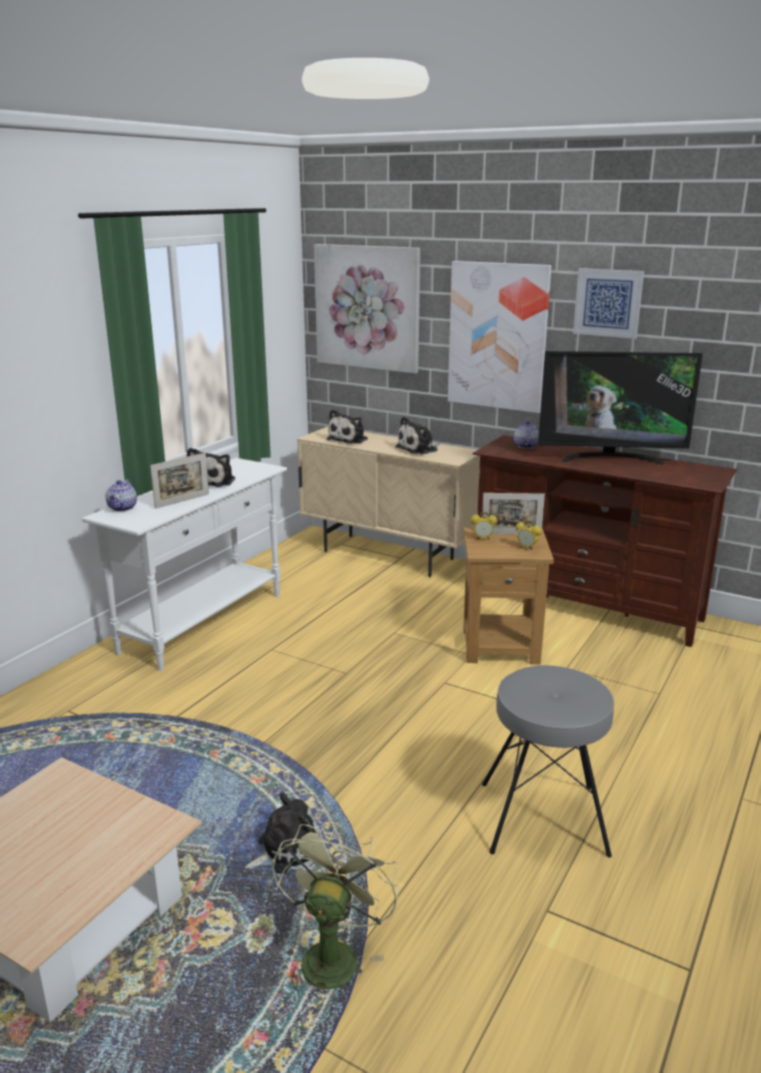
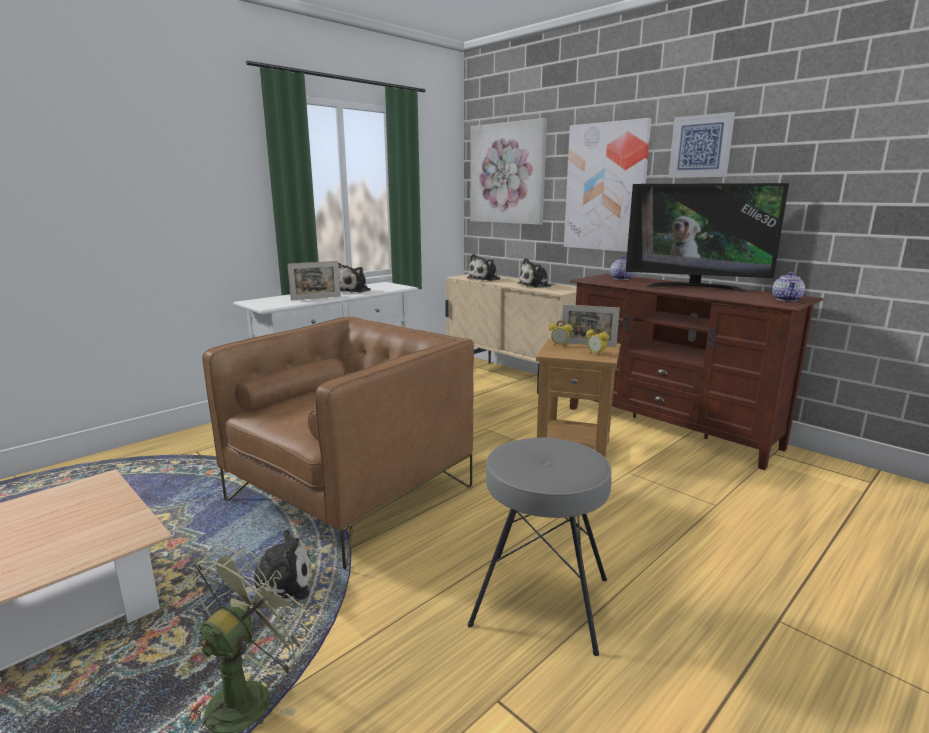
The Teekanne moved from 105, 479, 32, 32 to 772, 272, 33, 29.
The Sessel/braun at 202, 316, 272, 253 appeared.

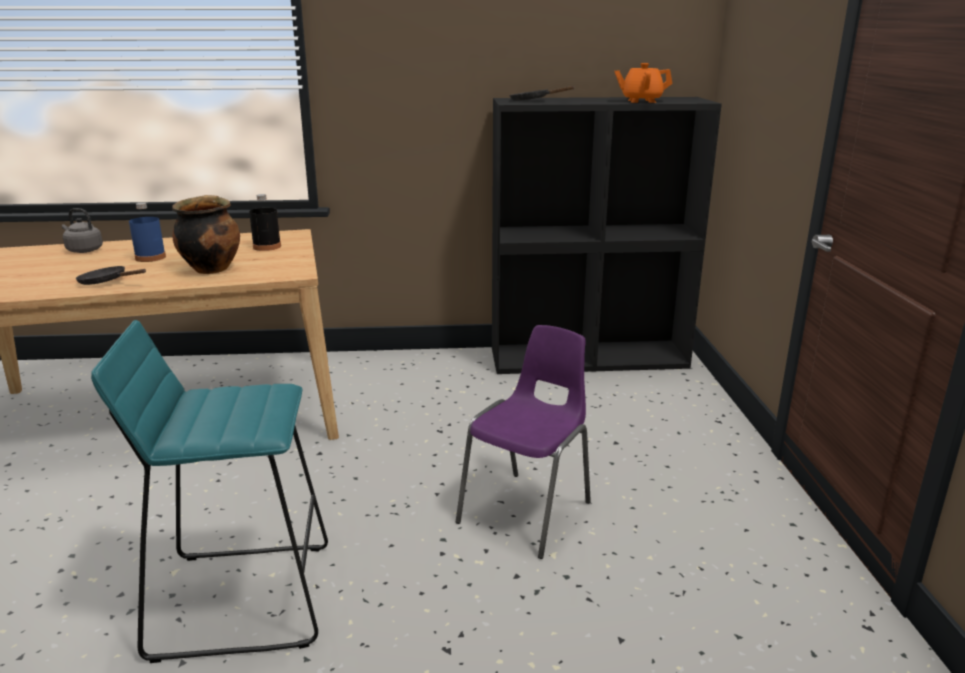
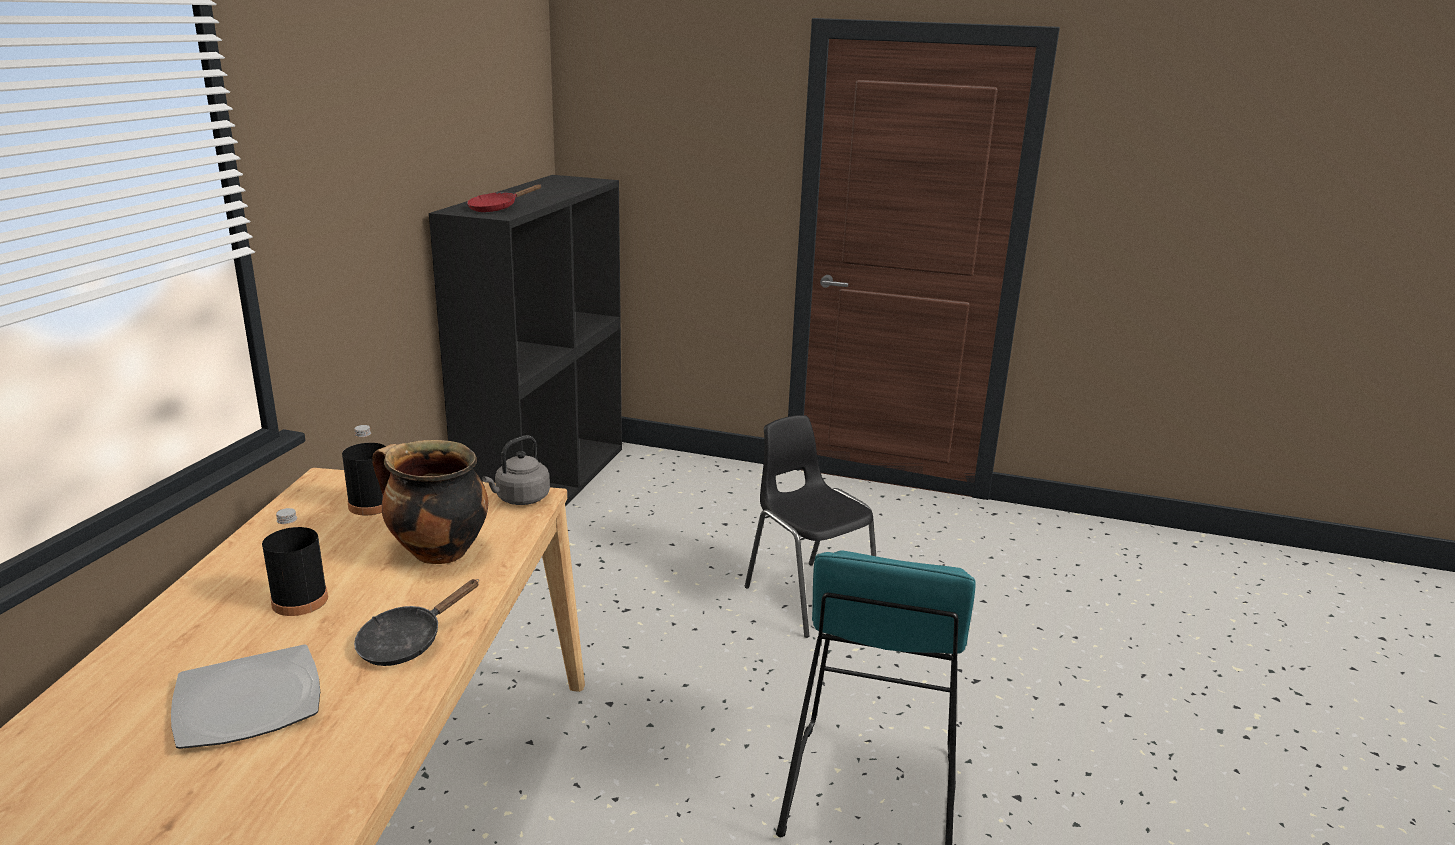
The Wasserkessel/grau moved from 62, 208, 41, 45 to 482, 435, 68, 70.
The Flasche/blau at 129, 202, 37, 60 became the Flasche/schwarz at 262, 508, 66, 108.
The Stuhl/lila at 456, 325, 135, 234 became the Stuhl/schwarz at 745, 415, 131, 223.
The Pfanne/schwarz at 509, 86, 65, 15 became the Pfanne/rot at 467, 184, 75, 28.
The Teekanne/orange at 614, 63, 58, 40 disappeared.
The Teller at 171, 644, 149, 105 appeared.

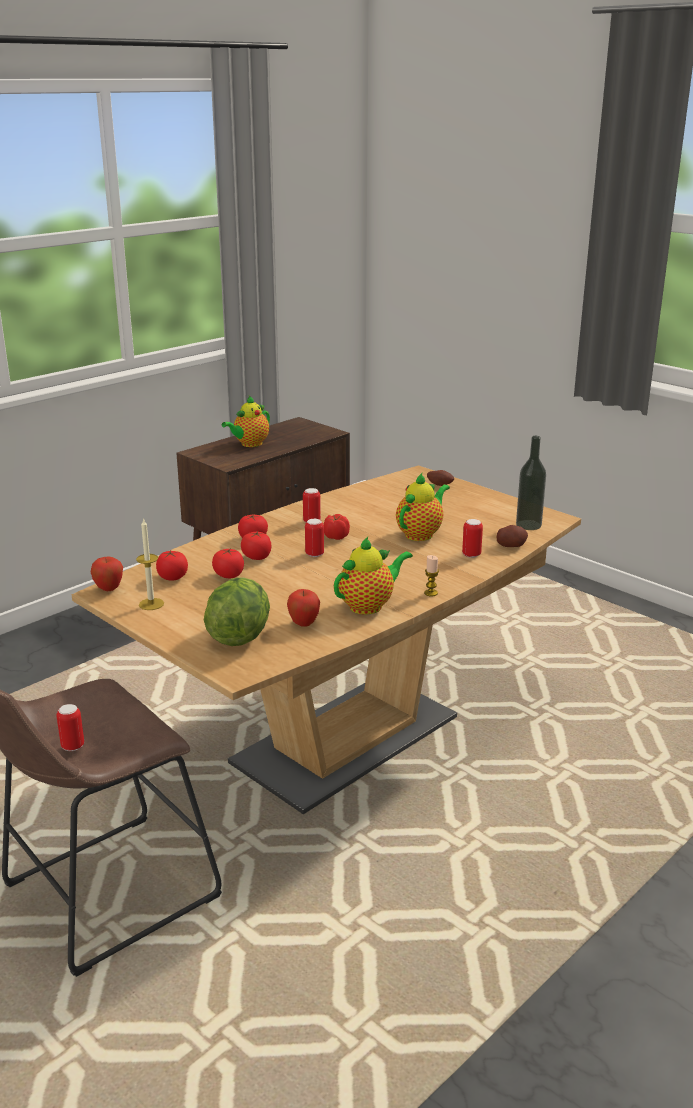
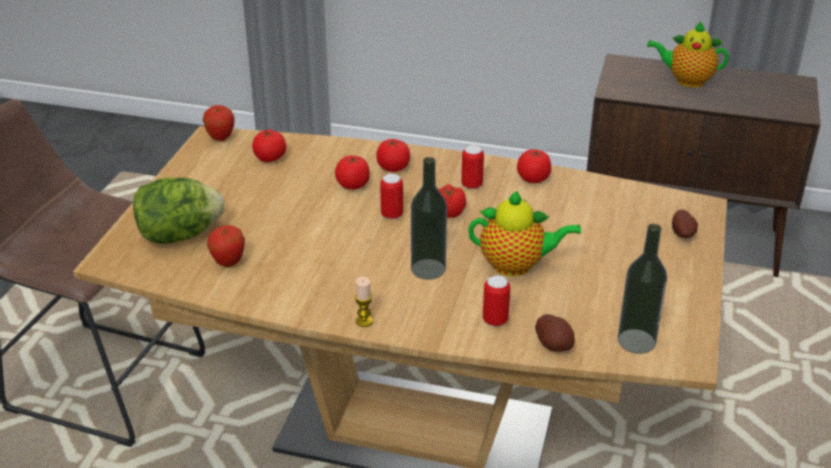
The Dose at 57, 704, 27, 47 disappeared.
The Kerze at 136, 518, 28, 92 disappeared.
The Tomate moved from 212, 548, 32, 30 to 517, 149, 34, 34.
The Teekanne at 334, 537, 79, 78 disappeared.
The Flasche at 411, 157, 36, 123 appeared.

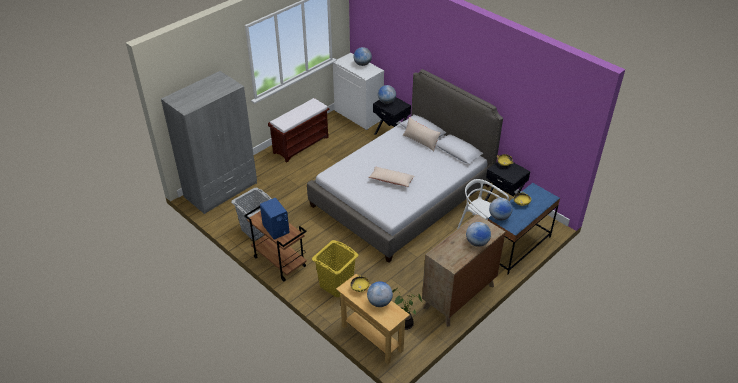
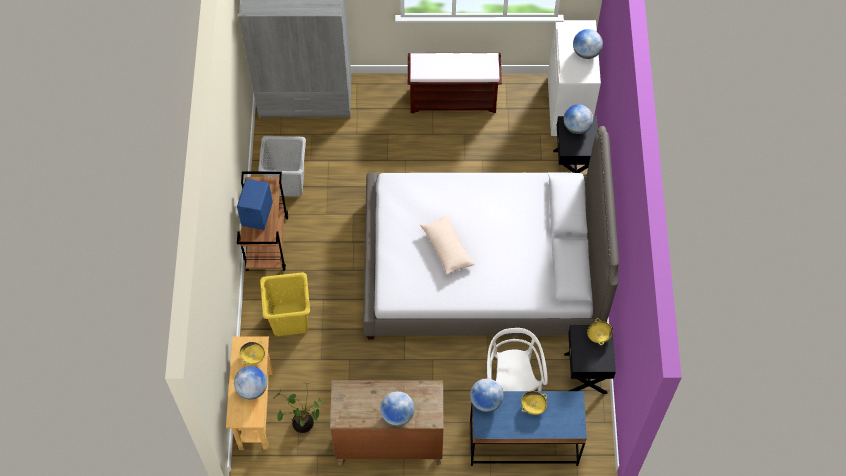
The Kissen/beige at 403, 117, 38, 34 disappeared.

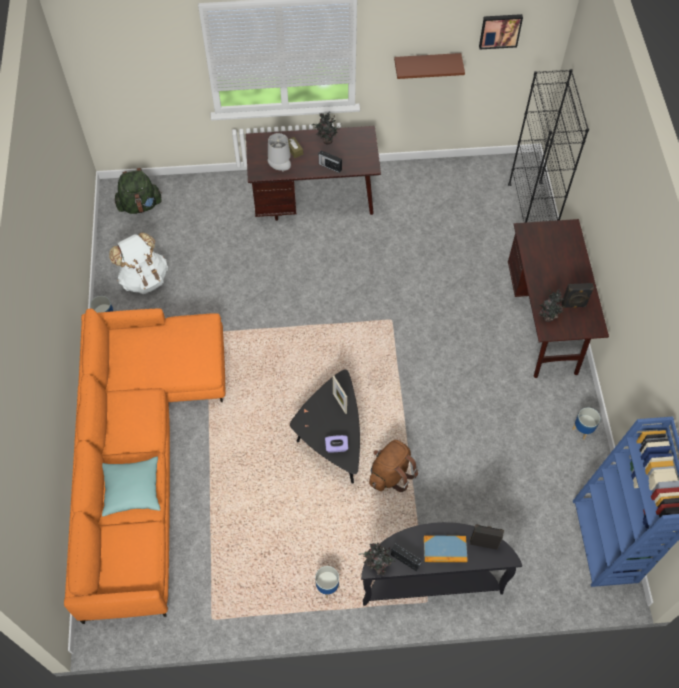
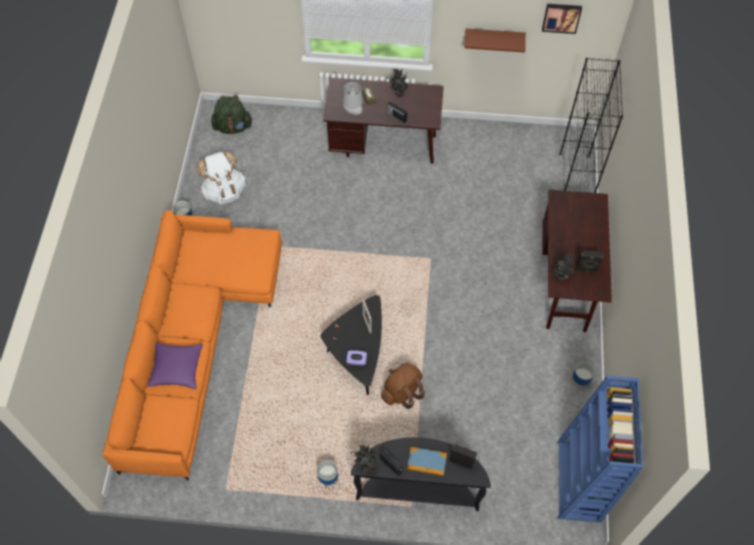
The Kissen/türkis at 102, 457, 58, 60 became the Kissen/lila at 147, 342, 56, 48.

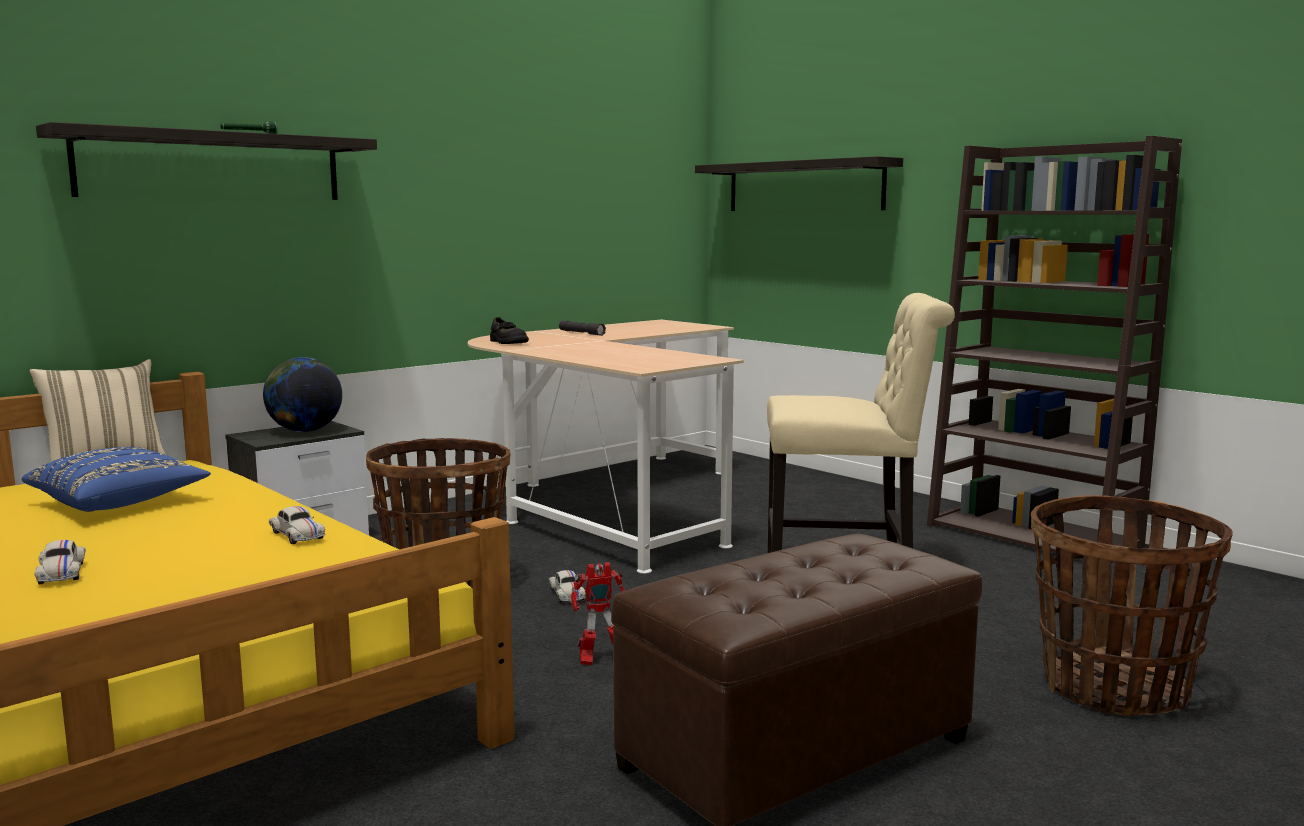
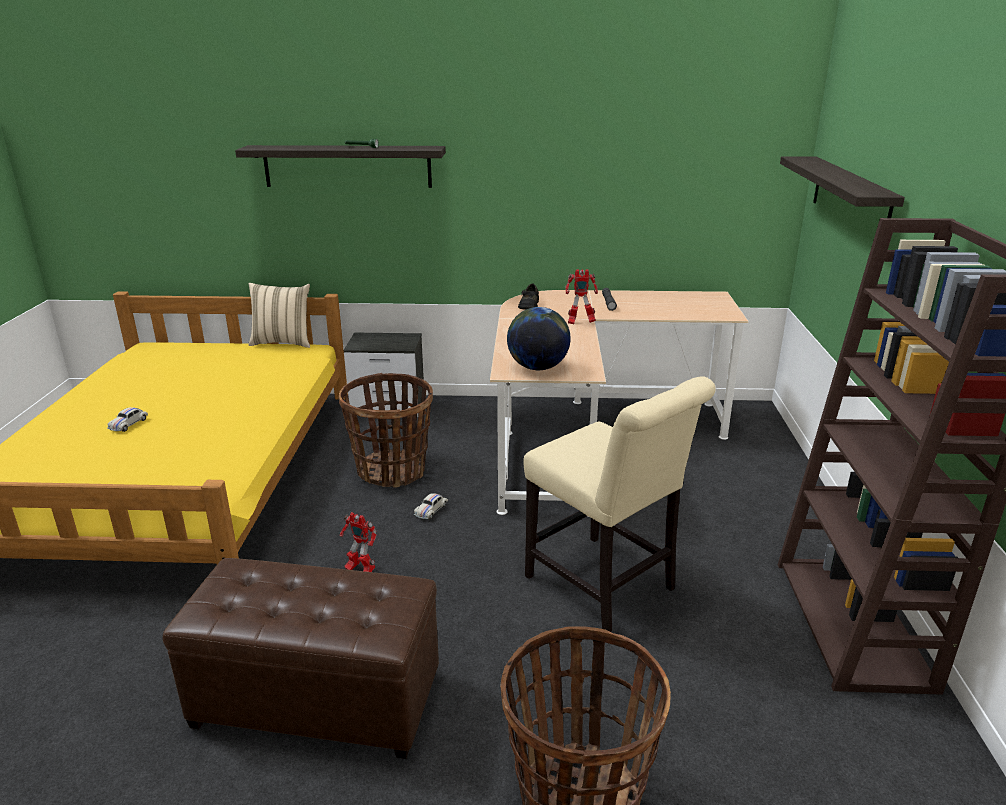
The Kissen/blau at 21, 447, 190, 65 disappeared.
The Globus moved from 263, 357, 79, 75 to 507, 307, 63, 63.
The Spielzeugauto/weiß at 269, 506, 57, 38 disappeared.
The Spielzeugroboter at 565, 269, 33, 55 appeared.

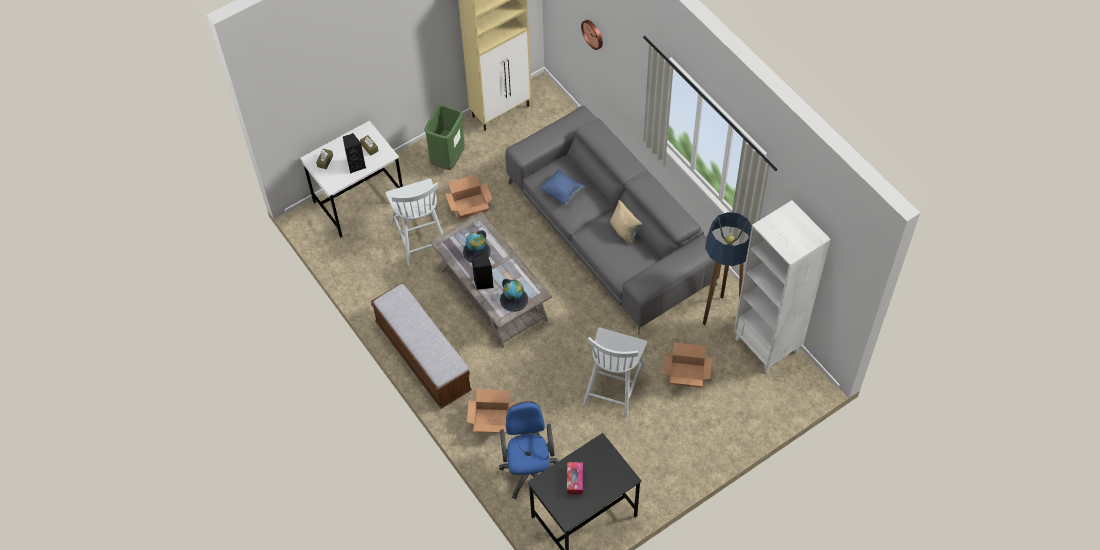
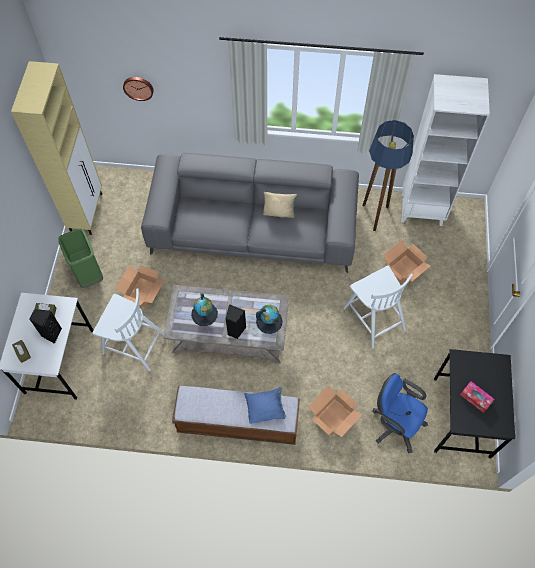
The Kissen/blau moved from 540, 169, 46, 36 to 244, 387, 42, 37.

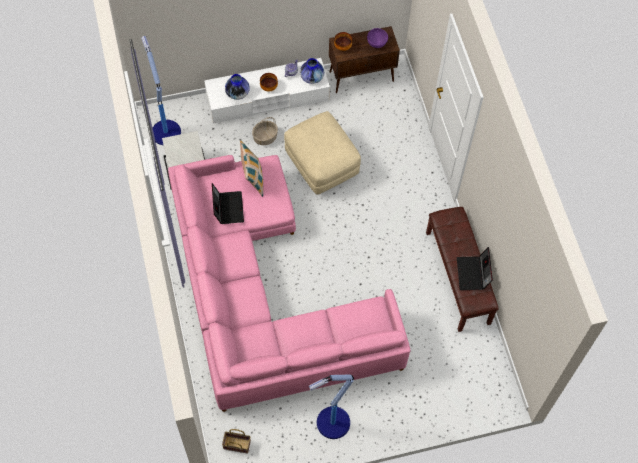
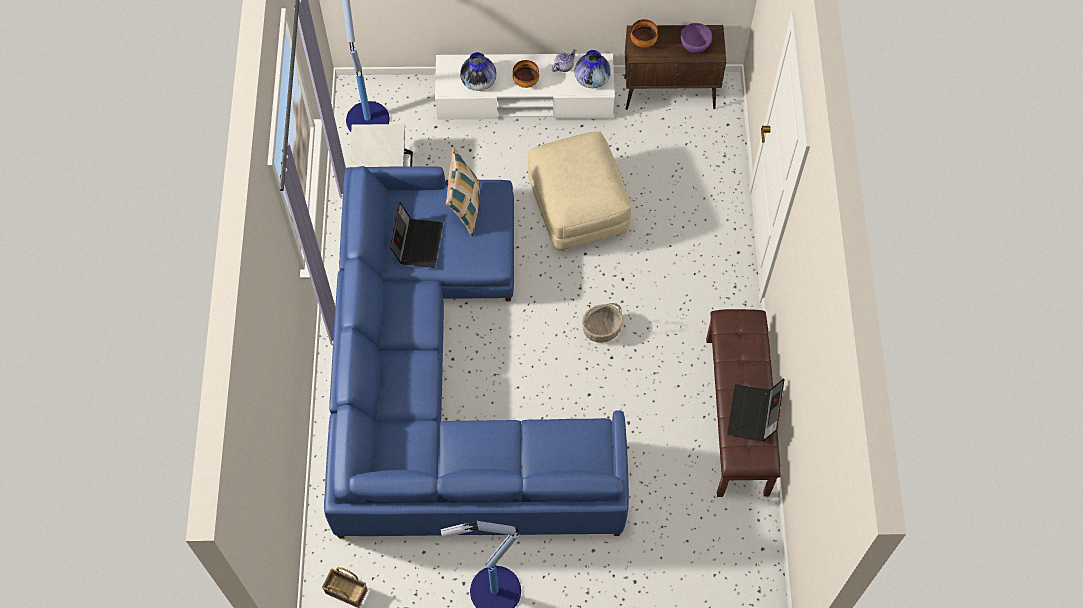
The Sofa/rosa at 168, 155, 243, 257 became the Sofa/blau at 324, 166, 305, 373.
The Korb moved from 252, 117, 26, 28 to 582, 303, 41, 40.

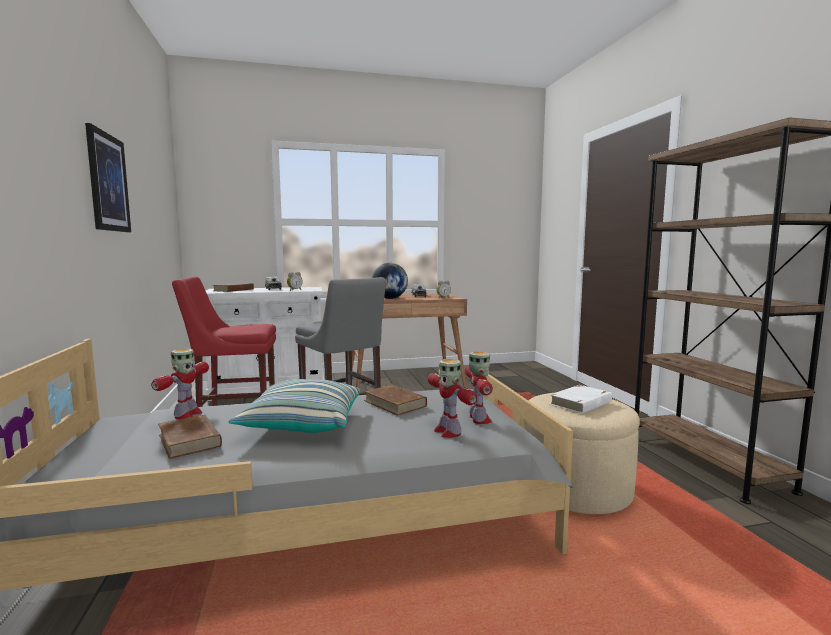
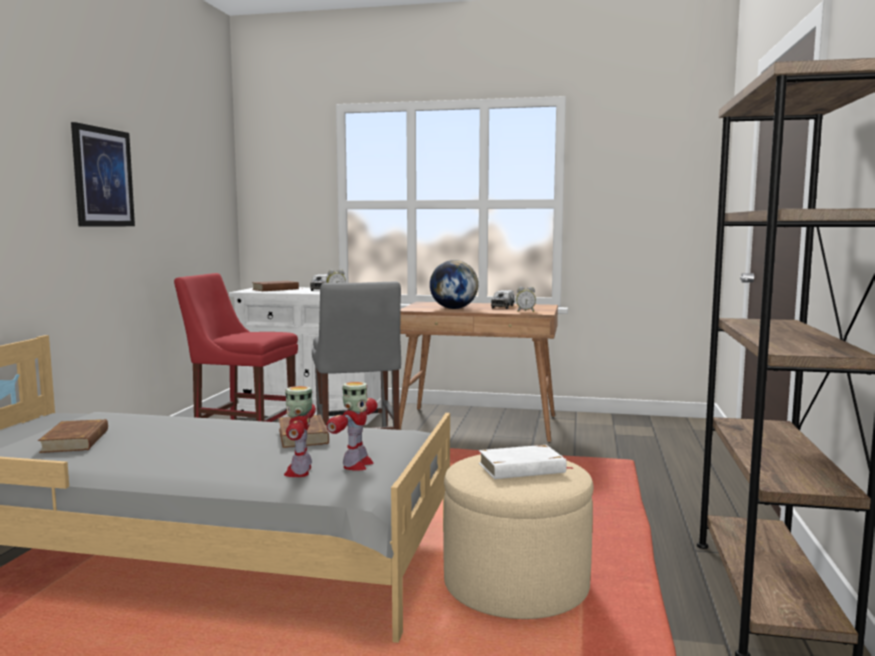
The Spielzeugroboter at 151, 349, 58, 70 disappeared.
The Kissen at 228, 379, 132, 54 disappeared.

